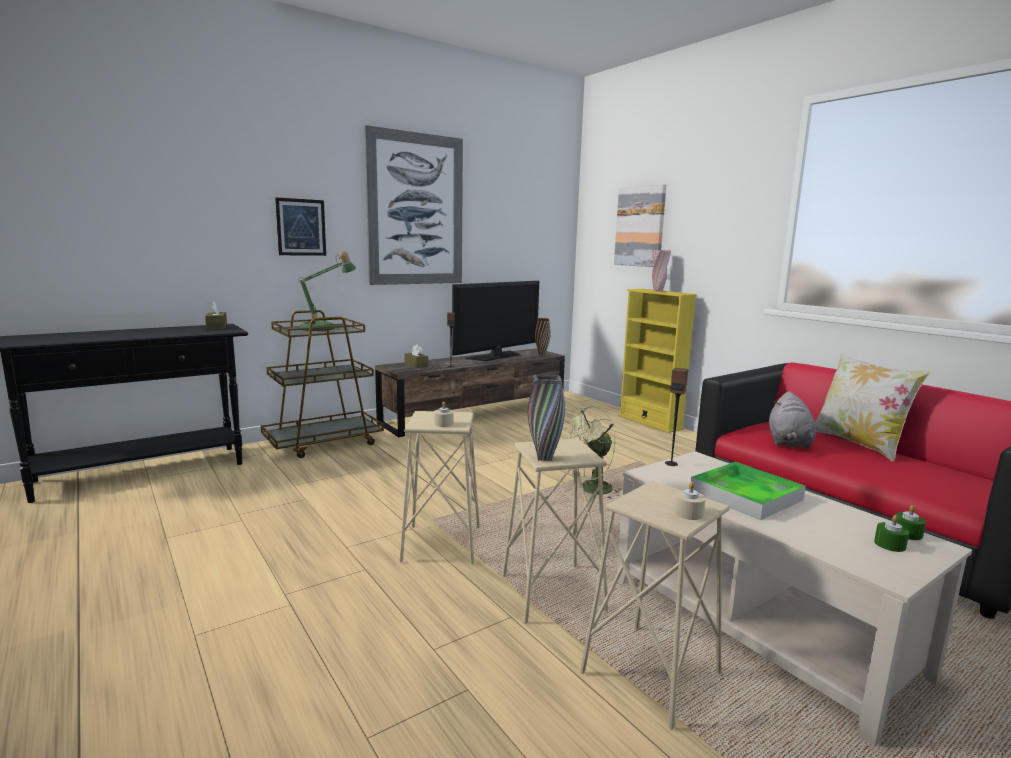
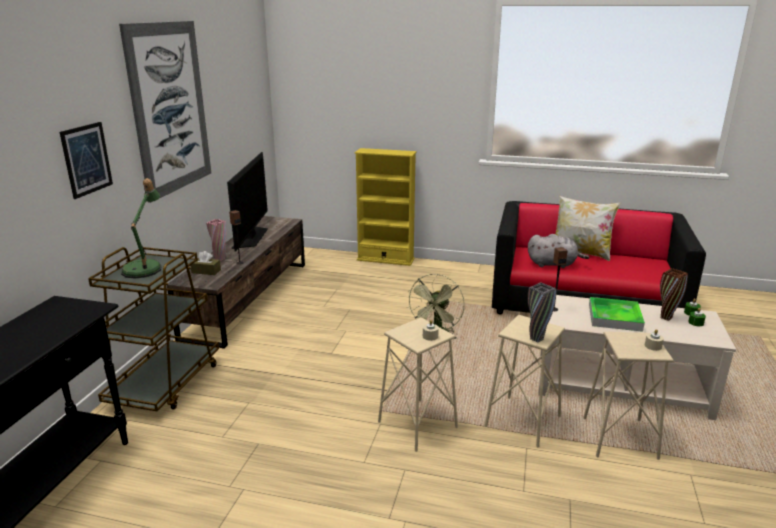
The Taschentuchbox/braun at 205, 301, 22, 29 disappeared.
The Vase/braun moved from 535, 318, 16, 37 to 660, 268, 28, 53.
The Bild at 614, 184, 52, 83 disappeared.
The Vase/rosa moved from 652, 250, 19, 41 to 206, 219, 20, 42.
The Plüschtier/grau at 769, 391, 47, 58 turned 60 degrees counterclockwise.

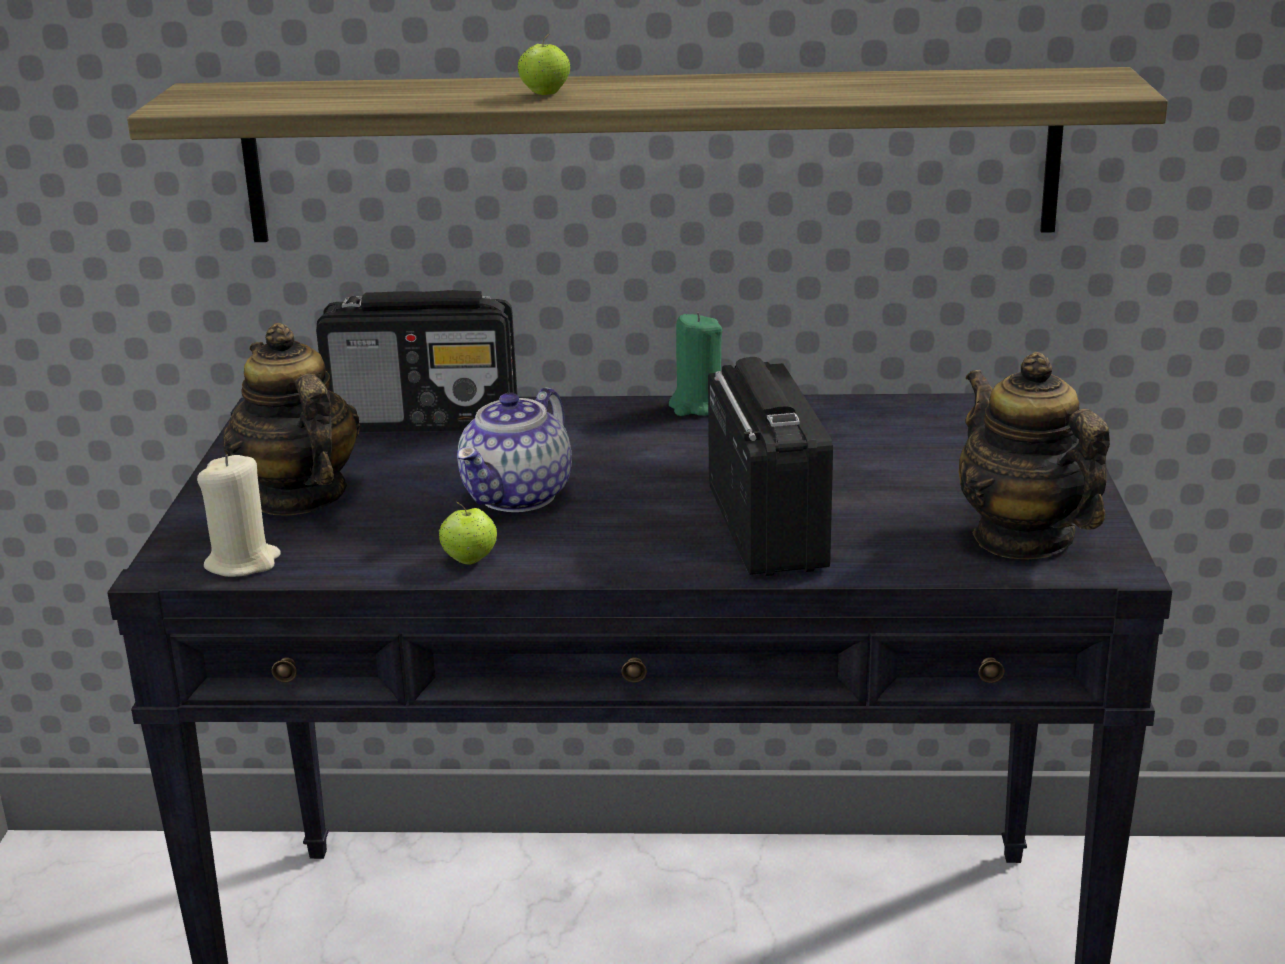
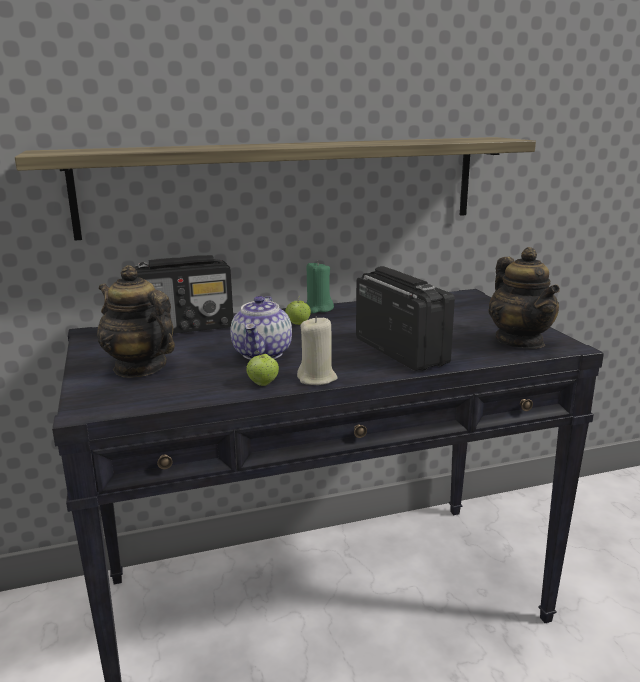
The Kerze/beige moved from 197, 455, 84, 122 to 297, 316, 40, 69.
The Apfel moved from 517, 34, 53, 61 to 285, 296, 26, 29.
The Teekanne at 959, 352, 151, 207 turned 150 degrees counterclockwise.

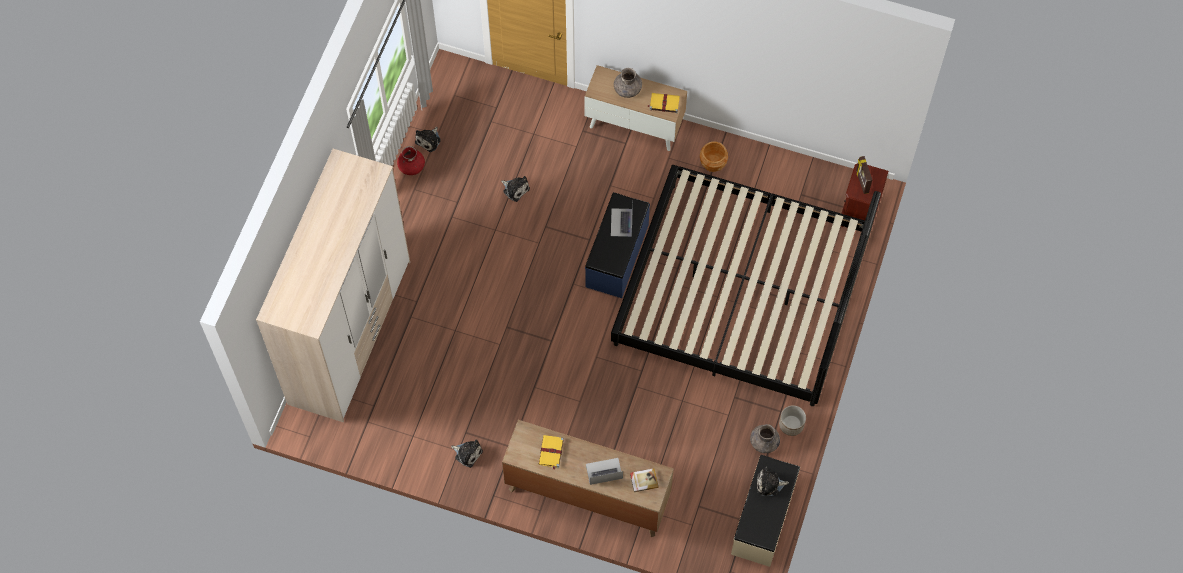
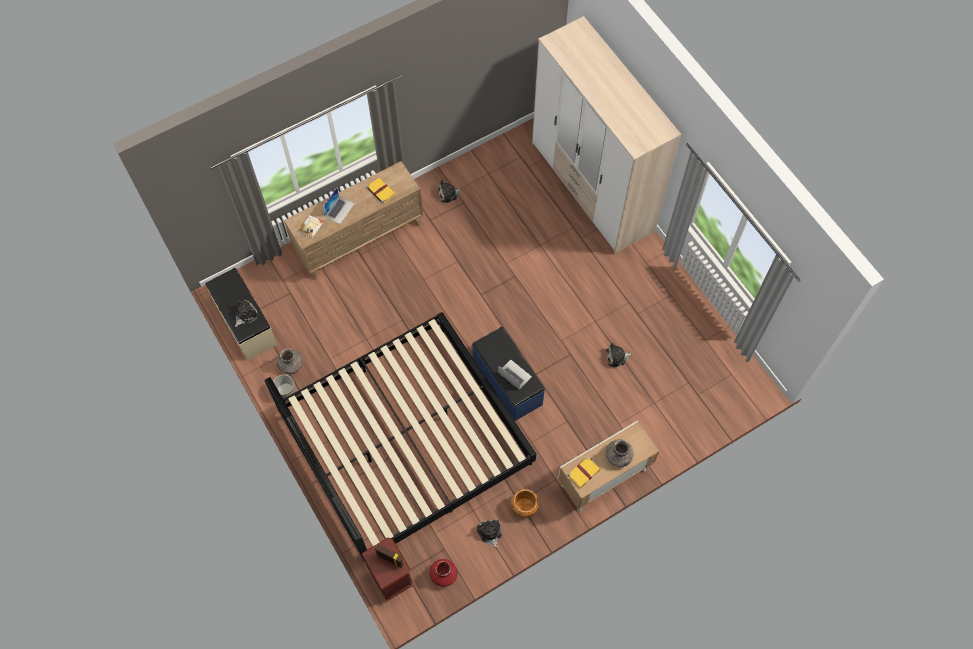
The Vase/rot moved from 397, 146, 28, 29 to 430, 559, 28, 28.
The Plüschtier moved from 415, 127, 26, 25 to 477, 520, 25, 28.

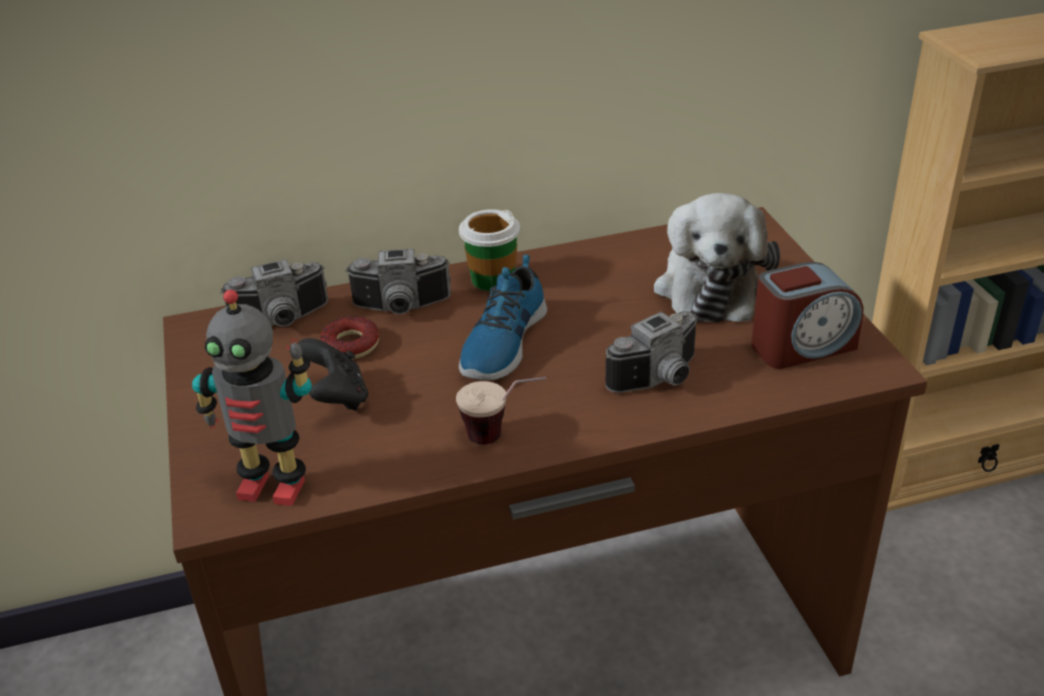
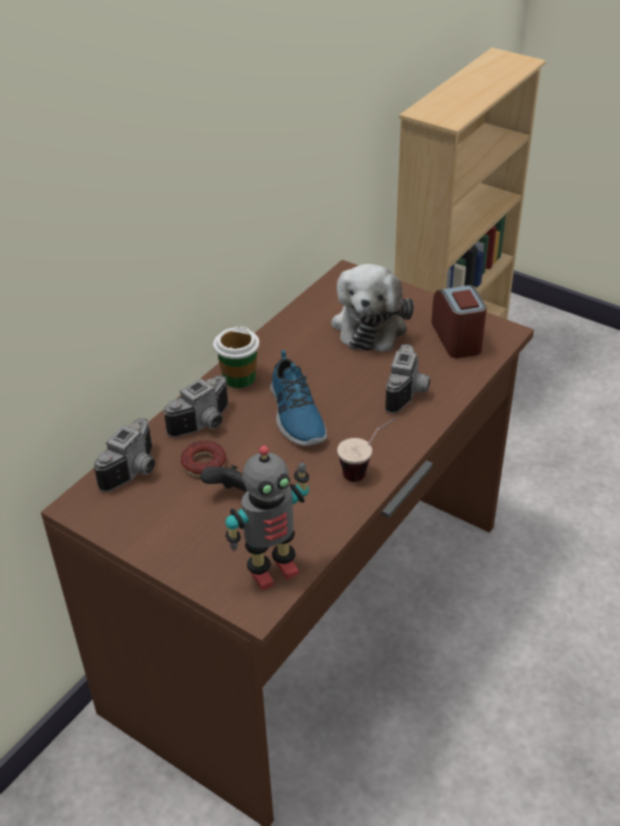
The Plüschtier at 654, 193, 126, 130 turned 45 degrees clockwise.
The Wecker at 751, 262, 112, 107 turned 45 degrees counterclockwise.

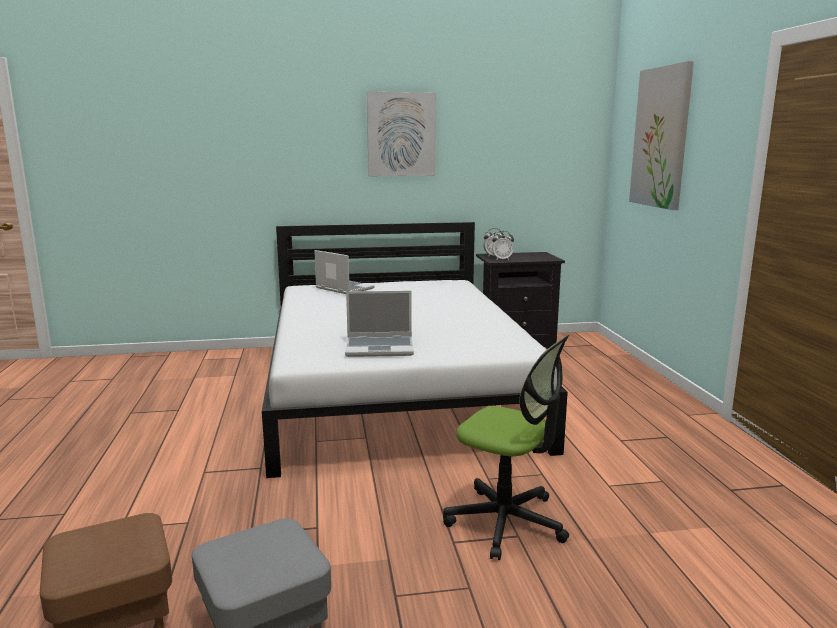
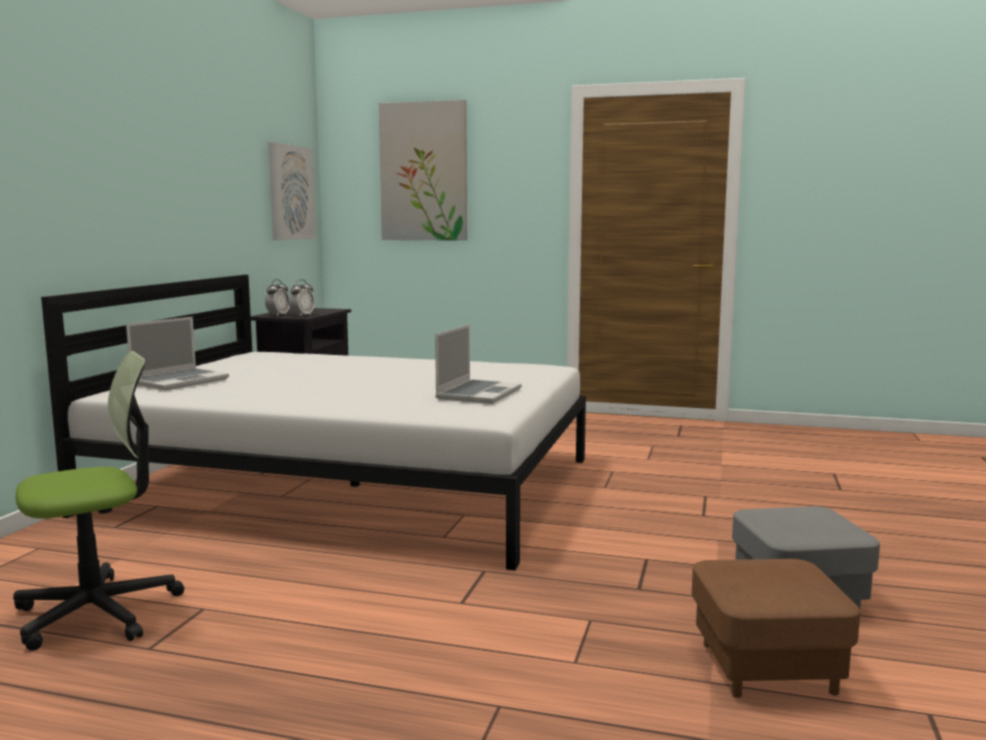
The Laptop at 314, 250, 61, 44 turned 150 degrees clockwise.
The Bild moved from 367, 92, 68, 84 to 268, 142, 48, 98.
The Bürostuhl moved from 443, 335, 126, 225 to 13, 351, 171, 300.

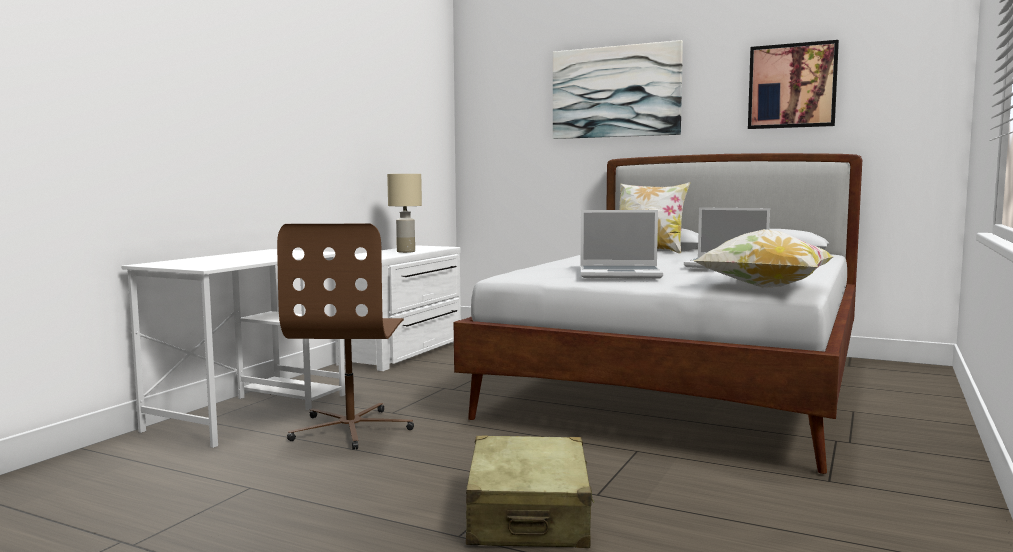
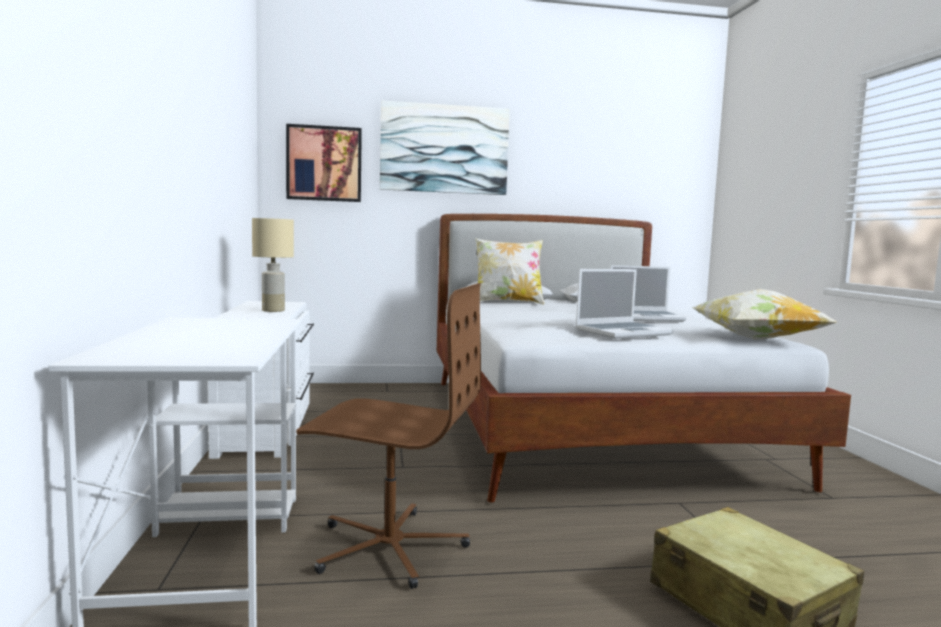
The Bürostuhl/braun at 277, 224, 137, 226 turned 45 degrees counterclockwise.
The Bild moved from 748, 40, 91, 89 to 286, 124, 76, 78.

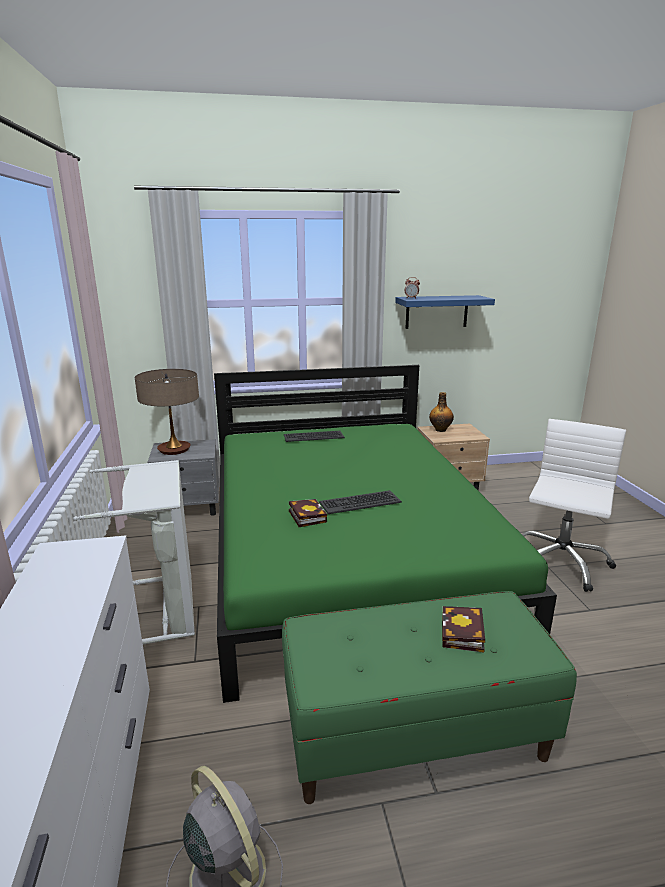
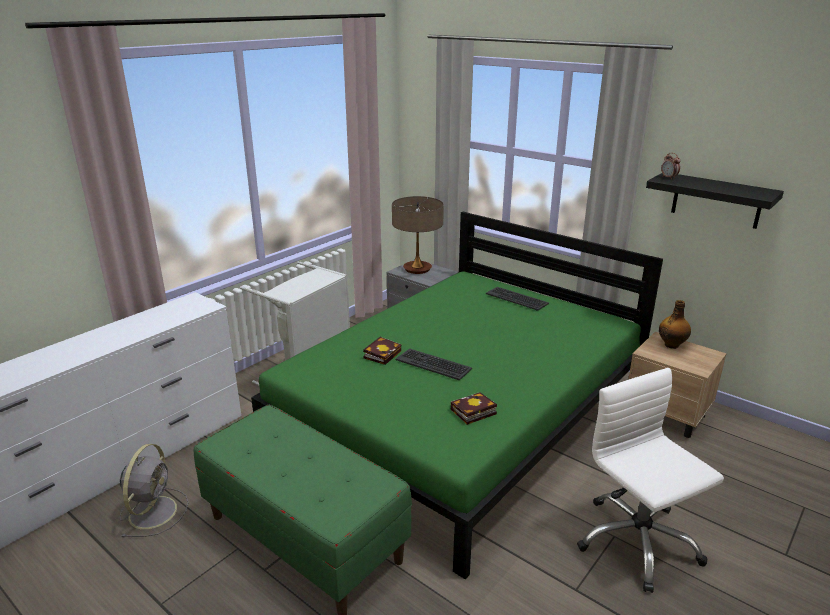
The Wandregal/blau at 395, 295, 100, 34 became the Wandregal/schwarz at 646, 173, 138, 56.
The Buch moved from 442, 606, 43, 46 to 451, 392, 46, 33.
The Bürostuhl/weiß at 522, 419, 104, 173 turned 105 degrees counterclockwise.

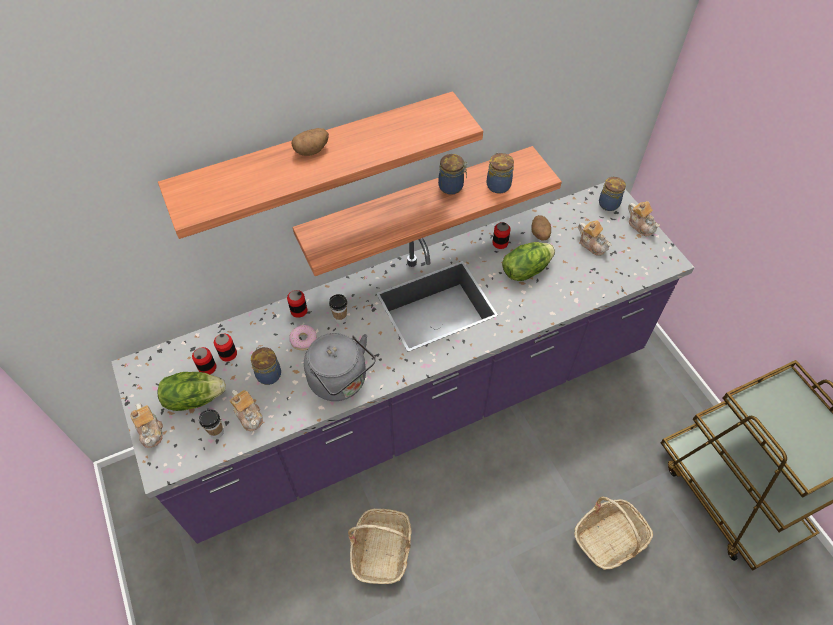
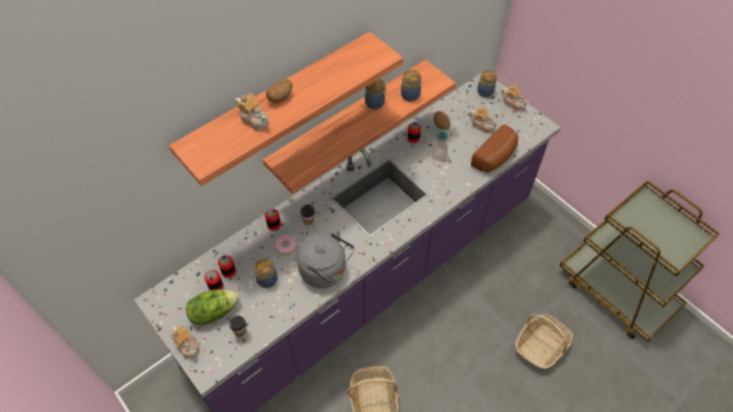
The Teekanne moved from 230, 390, 33, 41 to 235, 93, 34, 38.
The Salatkopf at 502, 242, 53, 39 was replaced by the Seifenspender at 431, 127, 17, 34.
The Brot at 471, 124, 47, 49 appeared.

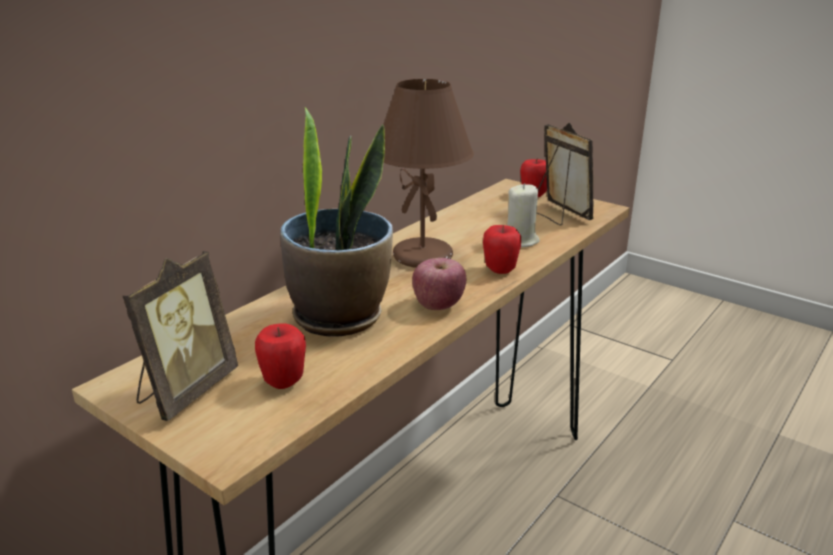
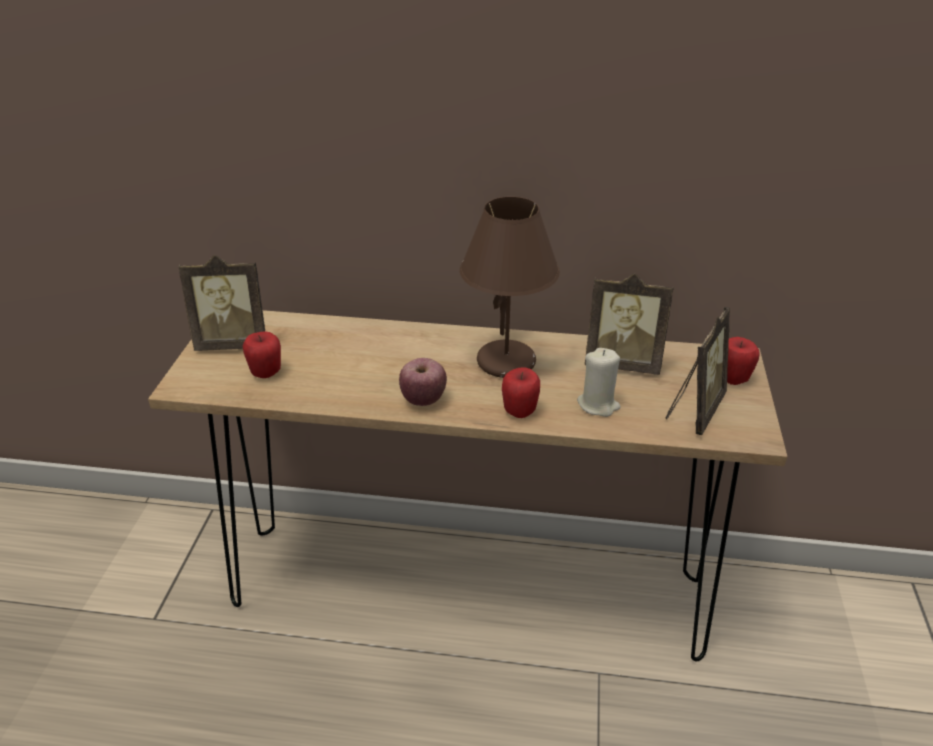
The Topfpflanze at 280, 107, 113, 230 disappeared.
The Bilderrahmen at 585, 273, 89, 102 appeared.

